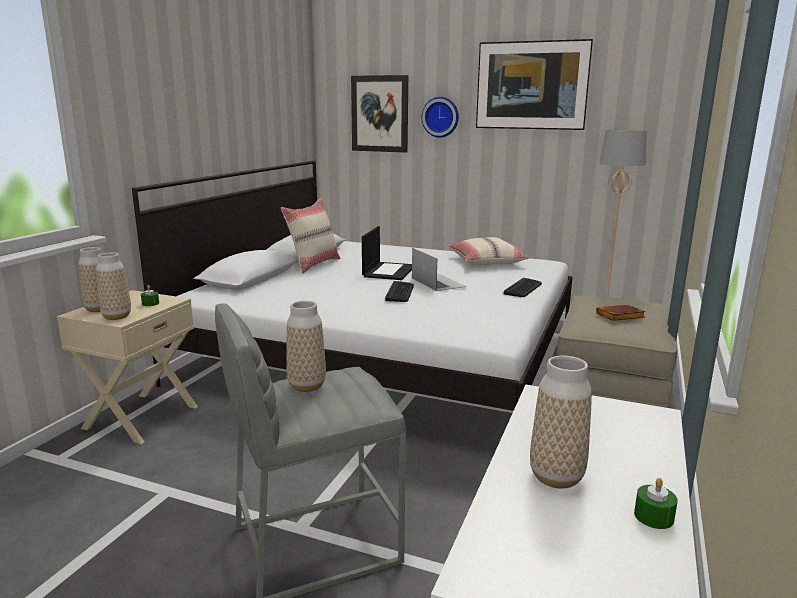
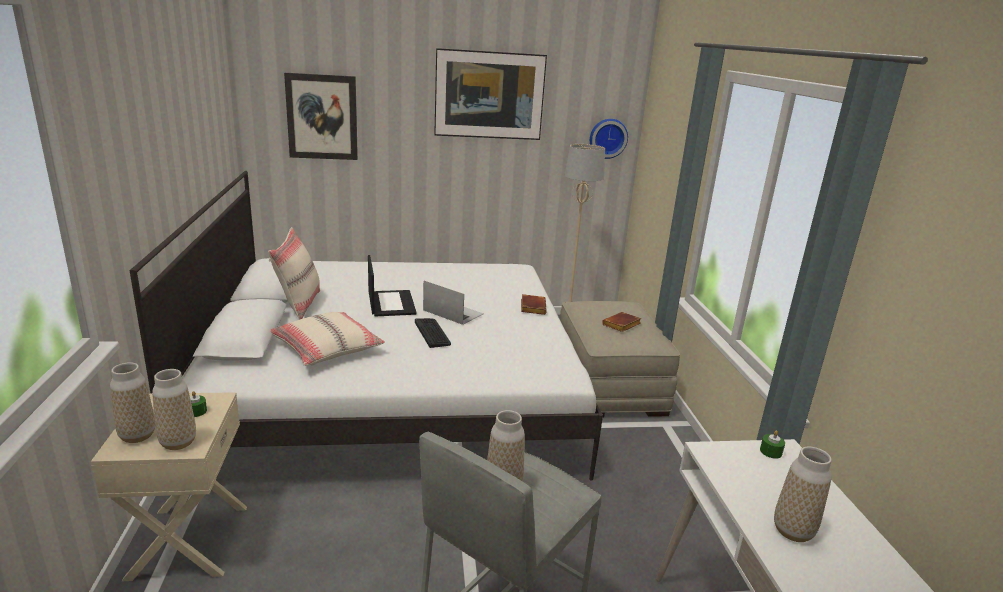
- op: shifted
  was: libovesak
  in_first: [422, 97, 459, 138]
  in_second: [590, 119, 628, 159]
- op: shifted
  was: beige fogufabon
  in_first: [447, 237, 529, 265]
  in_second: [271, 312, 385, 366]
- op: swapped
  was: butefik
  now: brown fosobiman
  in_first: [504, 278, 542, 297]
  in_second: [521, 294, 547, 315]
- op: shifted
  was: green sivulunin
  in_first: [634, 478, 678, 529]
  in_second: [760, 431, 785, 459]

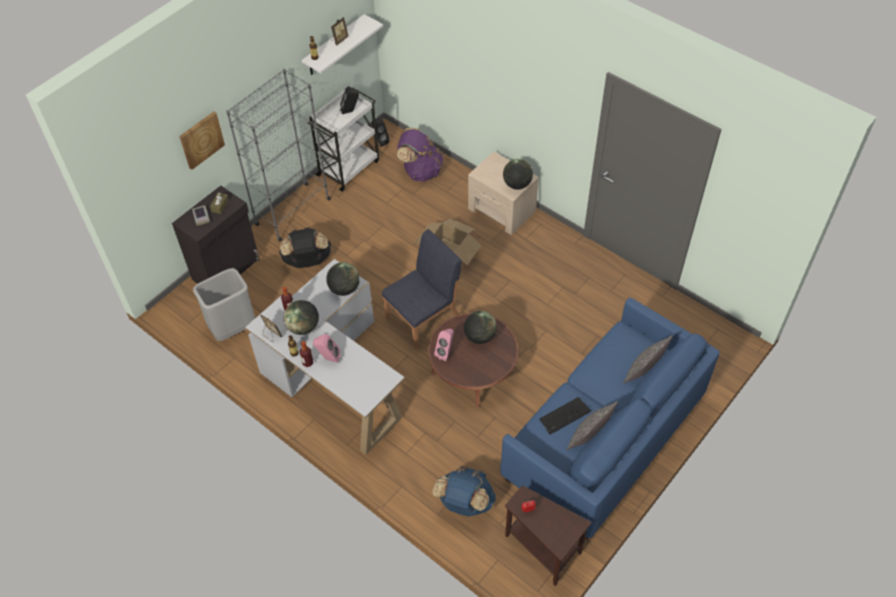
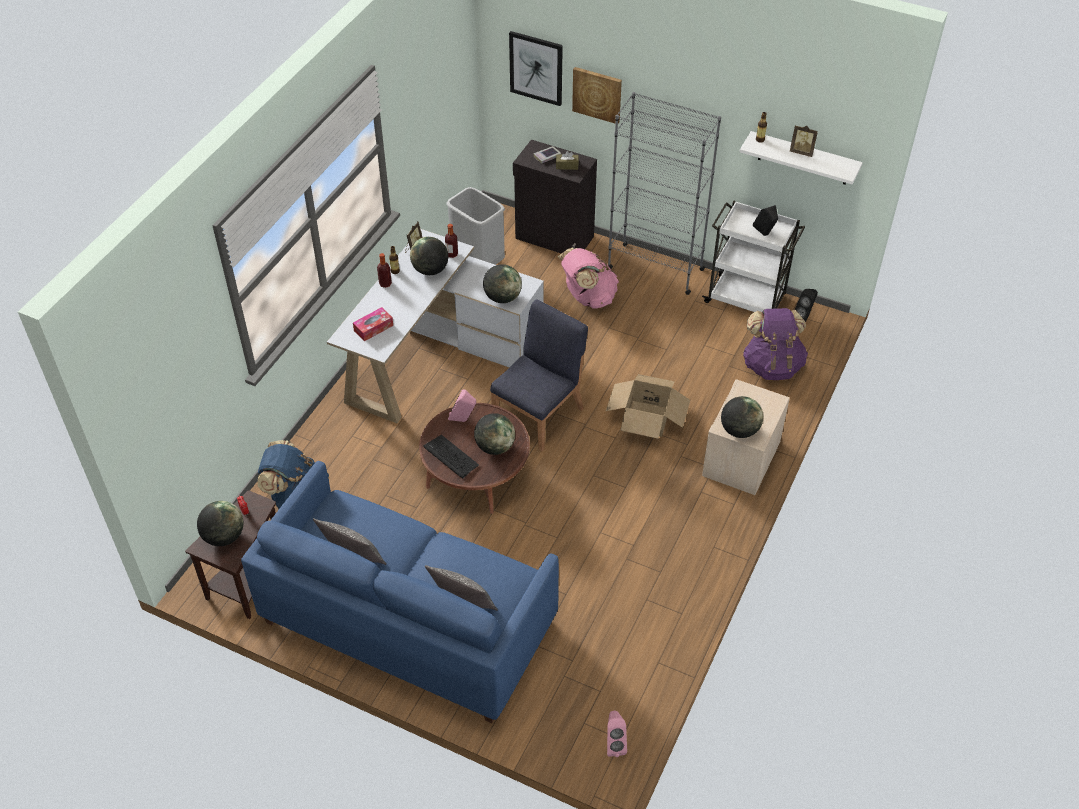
- op: repainted
  was: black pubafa
  now: pink pubafa
  in_first: [279, 227, 332, 268]
  in_second: [558, 248, 619, 309]
- op: rotated
  was: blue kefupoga
  in_first: [382, 229, 462, 350]
  in_second: [490, 299, 588, 451]
  clockwise: -90
- op: shifted
  was: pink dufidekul
  in_first: [313, 334, 341, 363]
  in_second: [607, 711, 627, 757]
- op: shifted
  was: butefik
  in_first: [539, 397, 591, 434]
  in_second: [423, 435, 479, 478]
- op: new
  now: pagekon
  in_second: [509, 31, 563, 106]
- op: new
  now: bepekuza
  in_second: [353, 307, 393, 341]
- op: new
  now: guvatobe
  in_second: [197, 501, 243, 546]

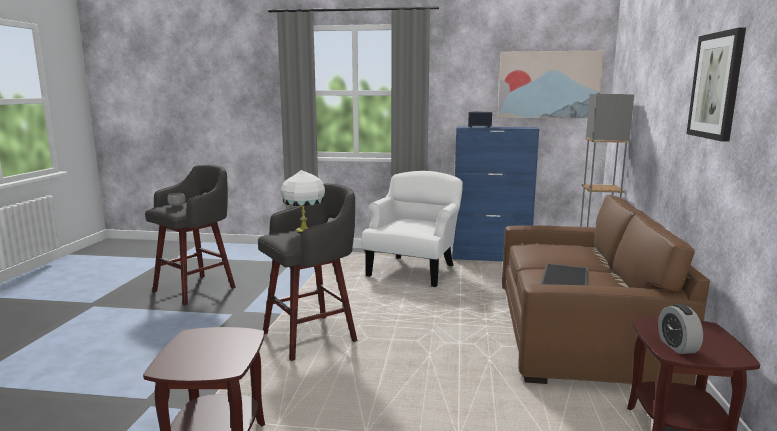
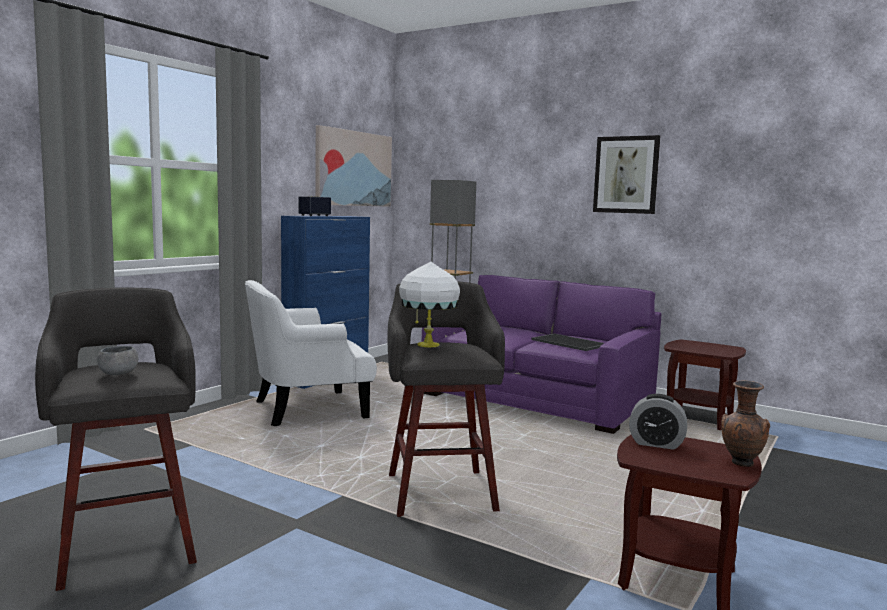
- op: rotated
  was: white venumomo
  in_first: [361, 171, 463, 287]
  in_second: [245, 280, 377, 426]
  clockwise: -75
- op: repainted
  was: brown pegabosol
  now: purple pegabosol
  in_first: [502, 195, 710, 386]
  in_second: [421, 275, 661, 434]
- op: shifted
  was: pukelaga
  in_first: [658, 304, 703, 354]
  in_second: [629, 394, 687, 450]
- op: new
  now: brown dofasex
  in_second: [721, 381, 770, 467]

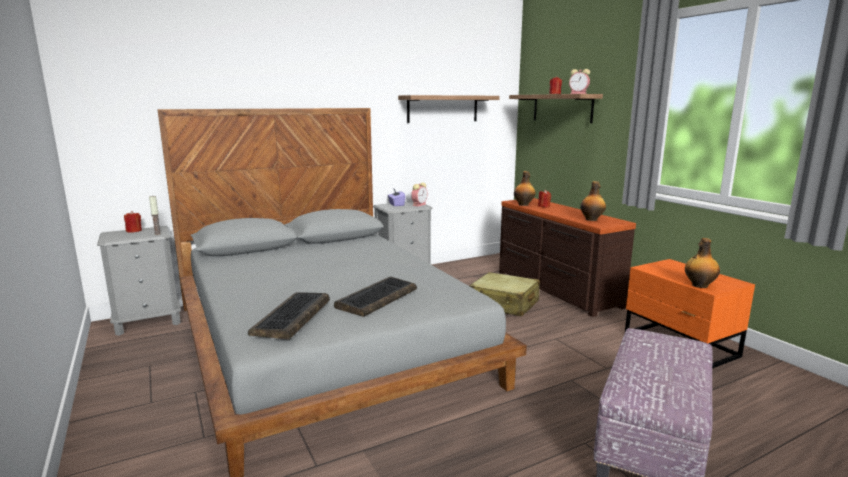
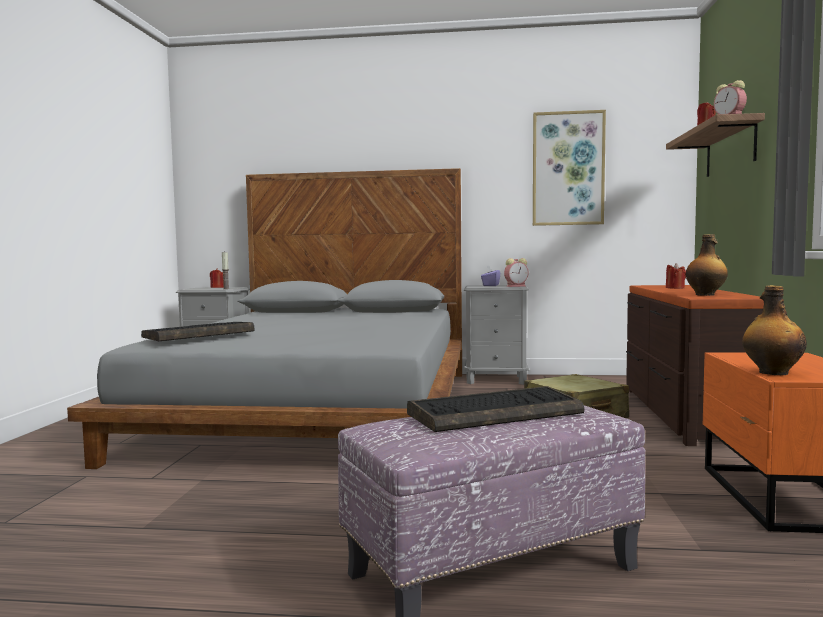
- op: swapped
  was: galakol
  now: pagekon
  in_first: [398, 95, 500, 123]
  in_second: [533, 110, 606, 226]
- op: gone
  was: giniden
  in_first: [514, 171, 536, 206]
- op: shifted
  was: butefik
  in_first: [334, 277, 417, 317]
  in_second: [407, 386, 584, 432]

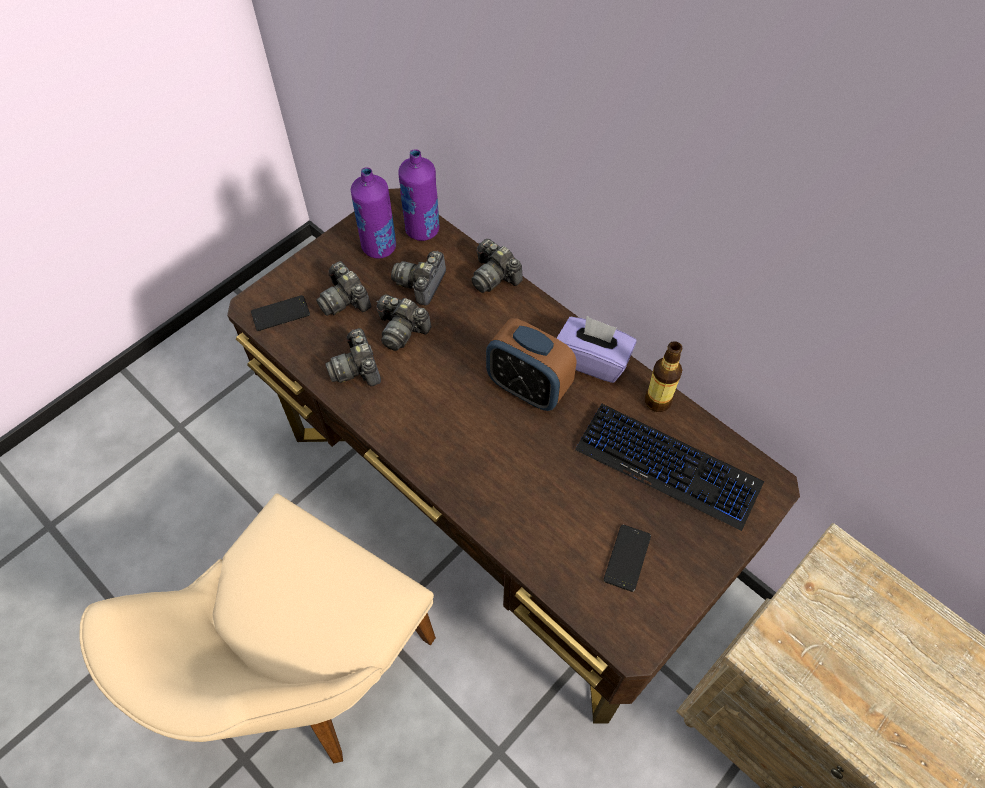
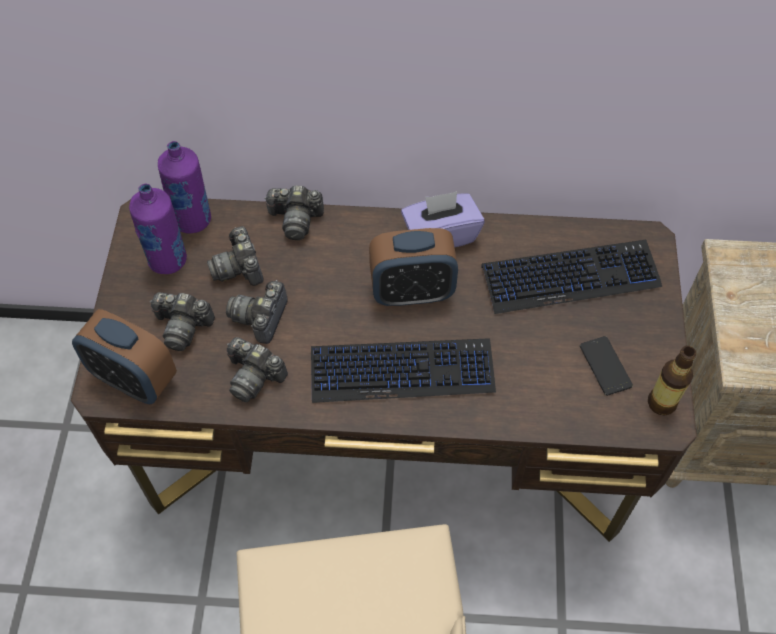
- op: rotated
  was: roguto
  in_first: [376, 294, 431, 351]
  in_second: [226, 280, 288, 344]
  clockwise: 120
- op: swapped
  was: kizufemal
  now: pukelaga
  in_first: [251, 295, 310, 331]
  in_second: [72, 309, 177, 404]
- op: shifted
  was: giniden
  in_first: [645, 341, 682, 412]
  in_second: [648, 346, 696, 416]
- op: new
  now: butefik
  in_second: [311, 338, 496, 403]

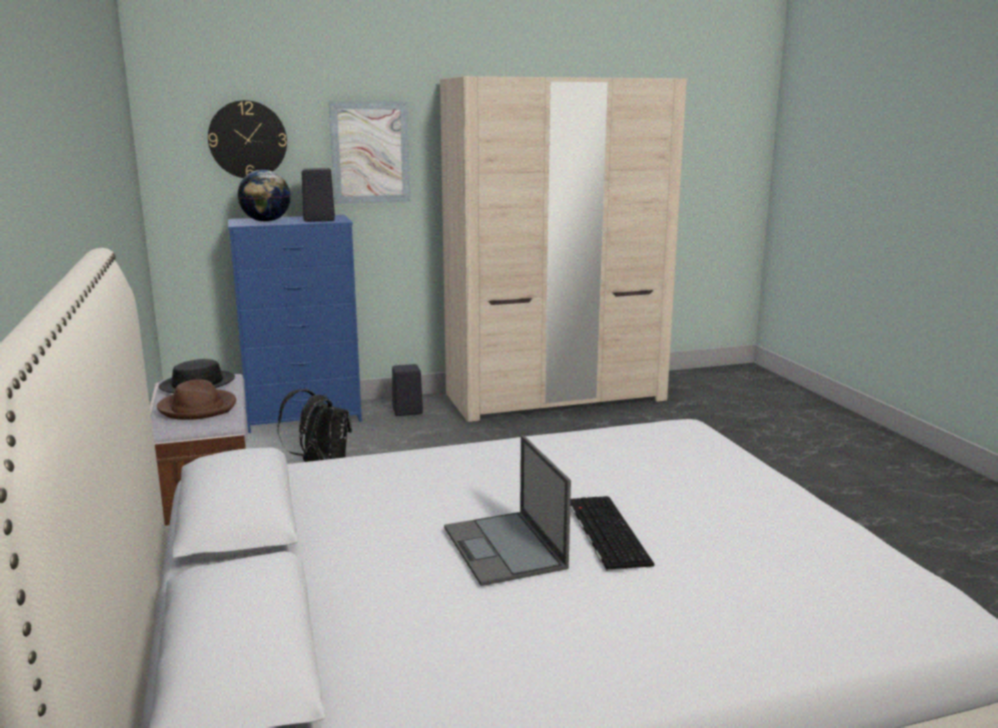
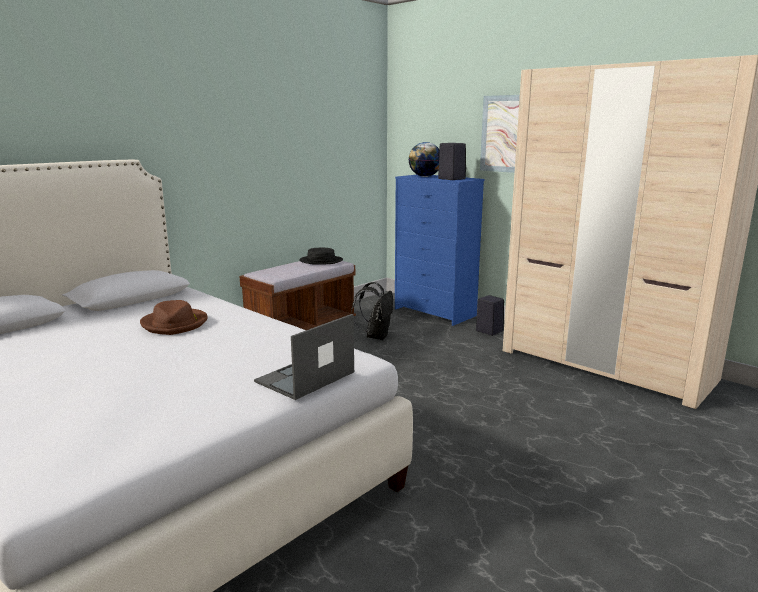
- op: gone
  was: libovesak
  in_first: [208, 100, 287, 178]
- op: shifted
  was: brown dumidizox
  in_first: [157, 379, 236, 420]
  in_second: [140, 300, 208, 335]
- op: shifted
  was: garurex
  in_first: [444, 435, 571, 586]
  in_second: [254, 314, 354, 400]
- op: gone
  was: butefik
  in_first: [570, 496, 654, 571]

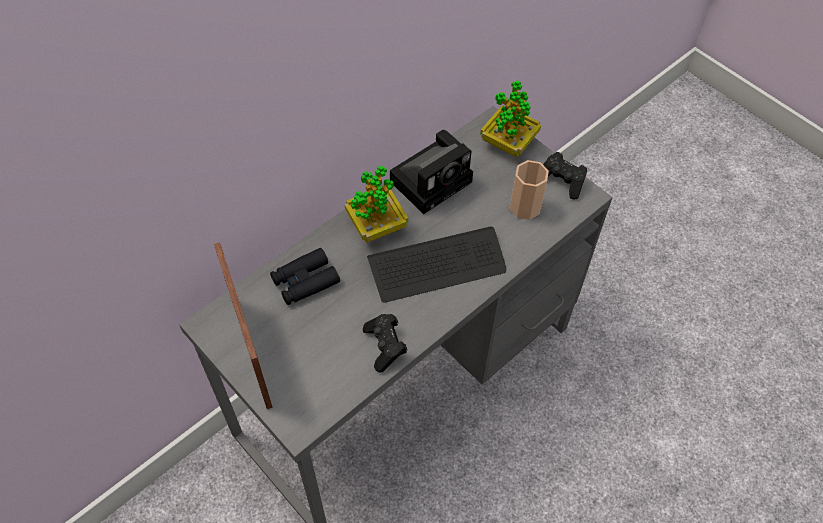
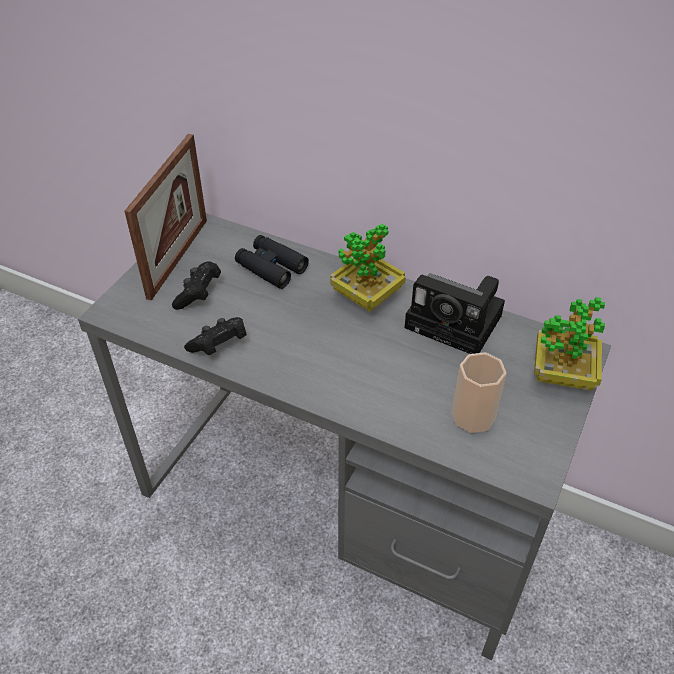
- op: shifted
  was: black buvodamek
  in_first: [543, 152, 587, 200]
  in_second: [172, 261, 221, 310]
- op: gone
  was: butefik
  in_first: [367, 227, 507, 303]
- op: rotated
  was: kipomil
  in_first: [214, 242, 273, 409]
  in_second: [124, 134, 207, 300]
  clockwise: 150

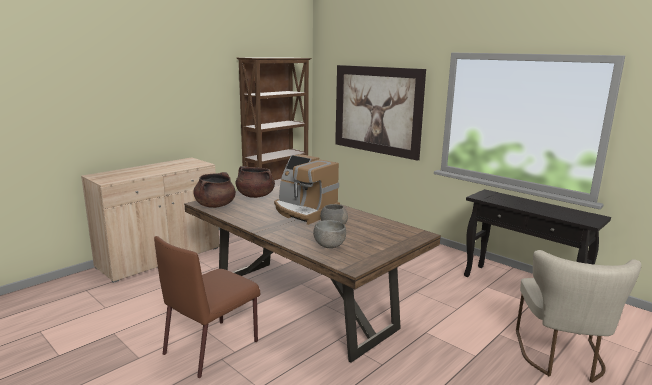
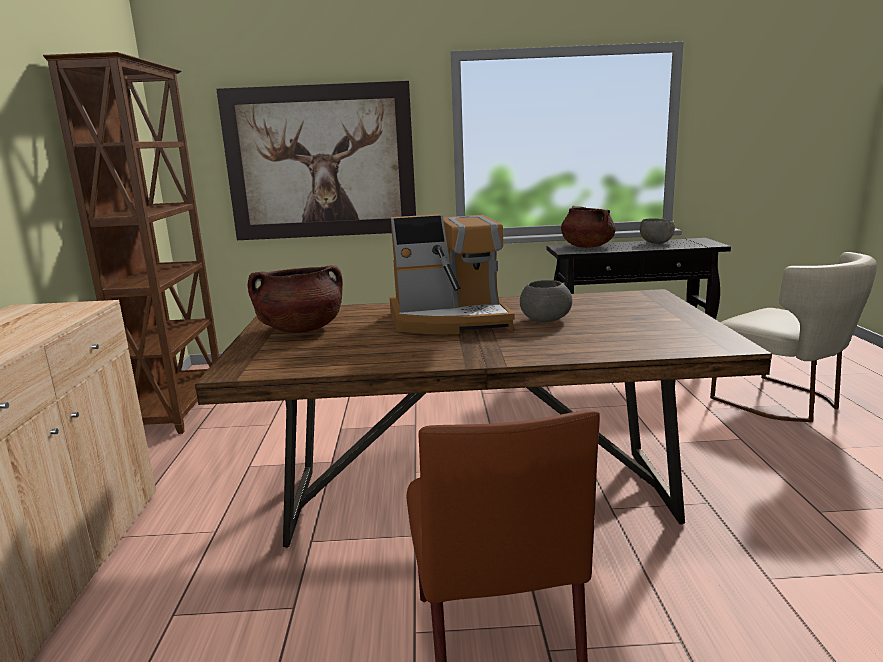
- op: shifted
  was: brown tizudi
  in_first: [193, 172, 236, 208]
  in_second: [561, 206, 616, 248]
- op: shifted
  was: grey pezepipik
  in_first: [313, 220, 346, 248]
  in_second: [640, 218, 675, 244]

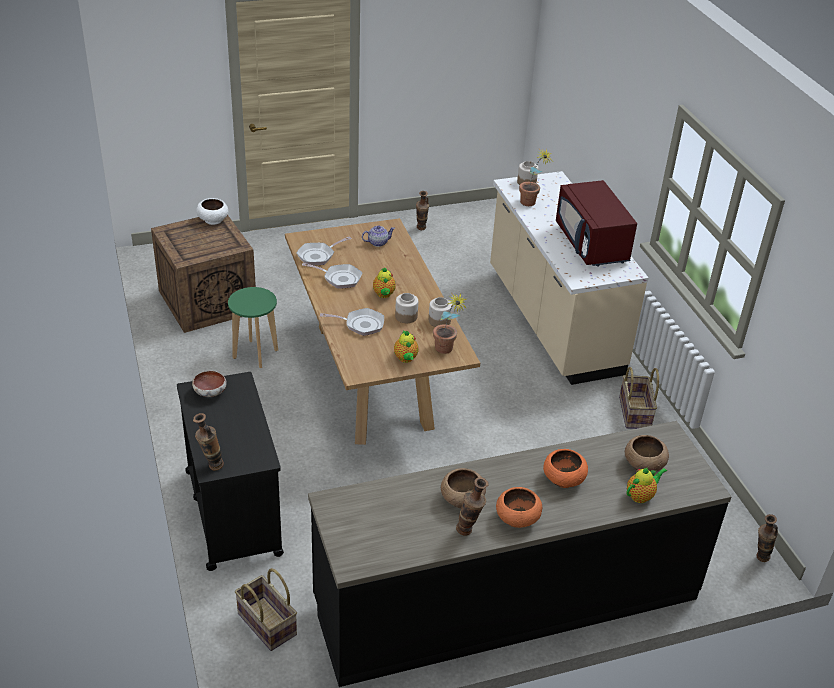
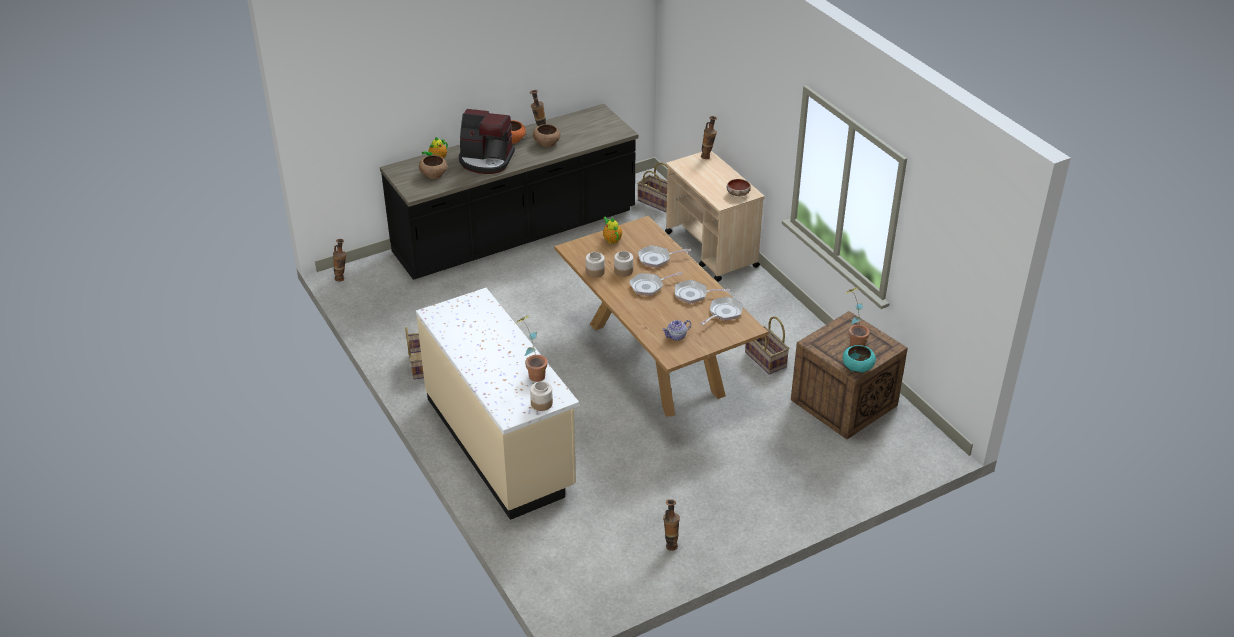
- op: gone
  was: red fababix
  in_first: [556, 180, 637, 267]
- op: repainted
  was: white pezepipik
  now: turquoise pezepipik
  in_first: [196, 198, 228, 225]
  in_second: [843, 345, 876, 373]
- op: swapped
  was: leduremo
  now: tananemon
  in_first: [373, 268, 396, 298]
  in_second: [629, 272, 683, 296]
- op: swapped
  was: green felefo
  now: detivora
  in_first: [228, 287, 278, 368]
  in_second: [745, 316, 789, 375]
- op: shifted
  was: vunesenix
  in_first: [433, 293, 468, 354]
  in_second: [844, 287, 870, 346]
- op: repainted
  was: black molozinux
  now: beige molozinux
  in_first: [177, 372, 284, 571]
  in_second: [665, 151, 764, 282]
- op: swapped
  was: orange pezepipik
  now: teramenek
  in_first: [543, 449, 588, 488]
  in_second: [459, 109, 515, 174]

